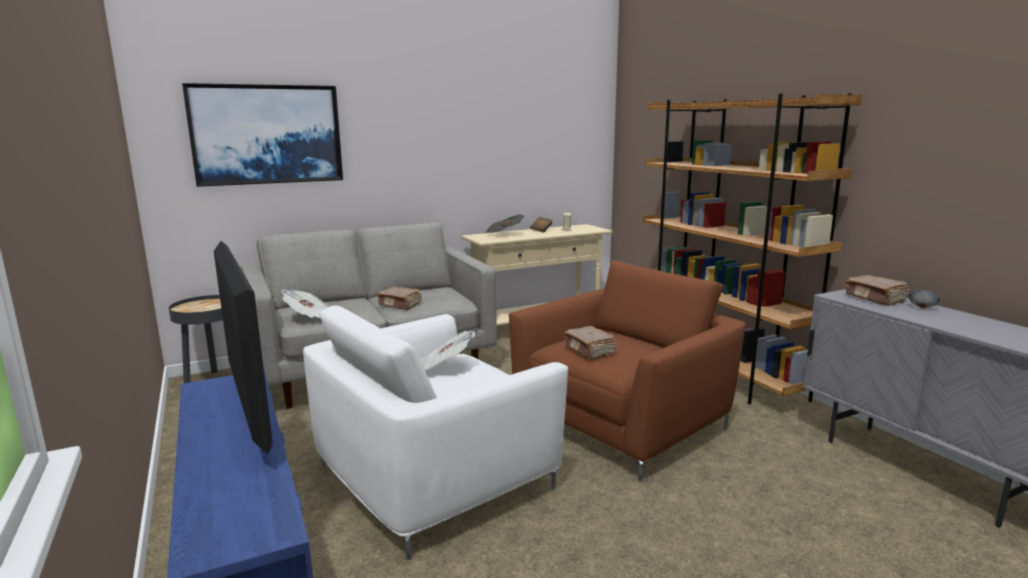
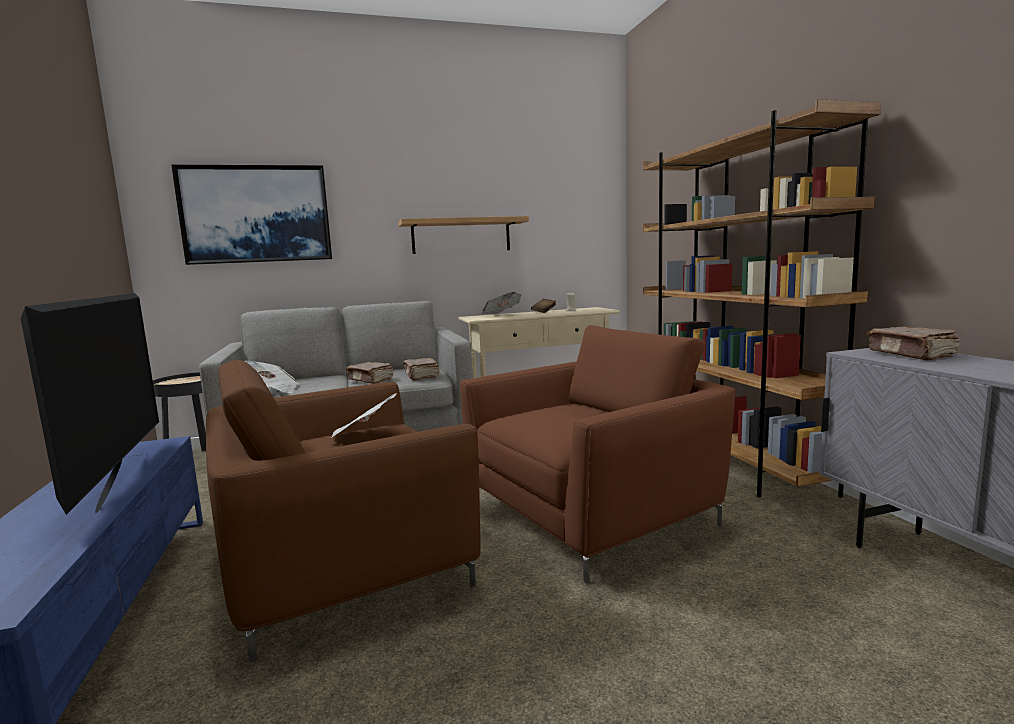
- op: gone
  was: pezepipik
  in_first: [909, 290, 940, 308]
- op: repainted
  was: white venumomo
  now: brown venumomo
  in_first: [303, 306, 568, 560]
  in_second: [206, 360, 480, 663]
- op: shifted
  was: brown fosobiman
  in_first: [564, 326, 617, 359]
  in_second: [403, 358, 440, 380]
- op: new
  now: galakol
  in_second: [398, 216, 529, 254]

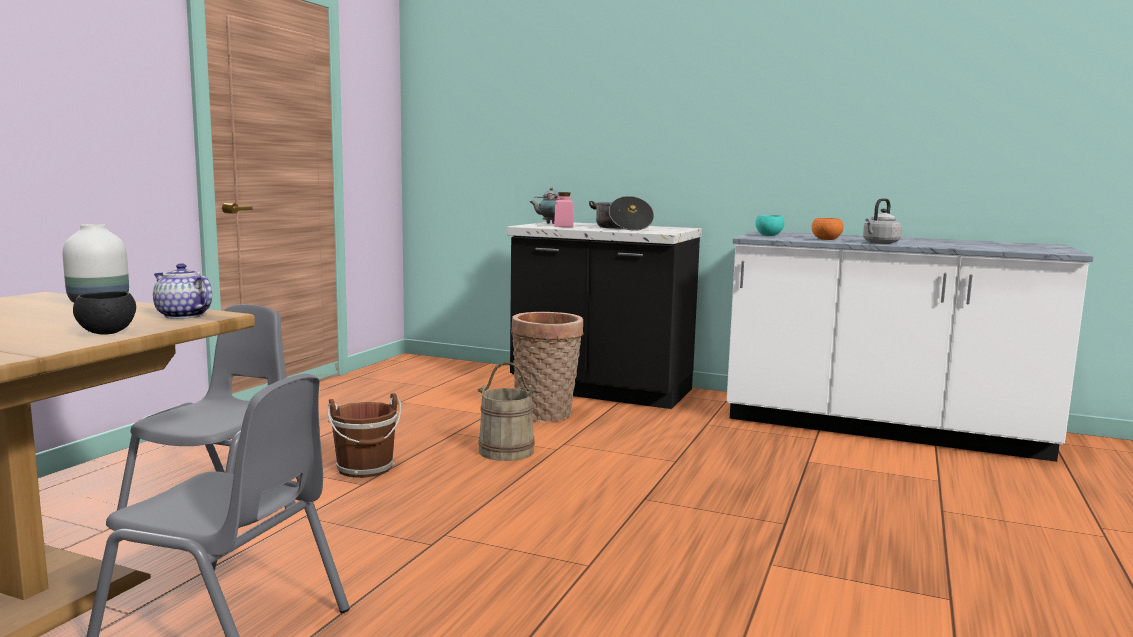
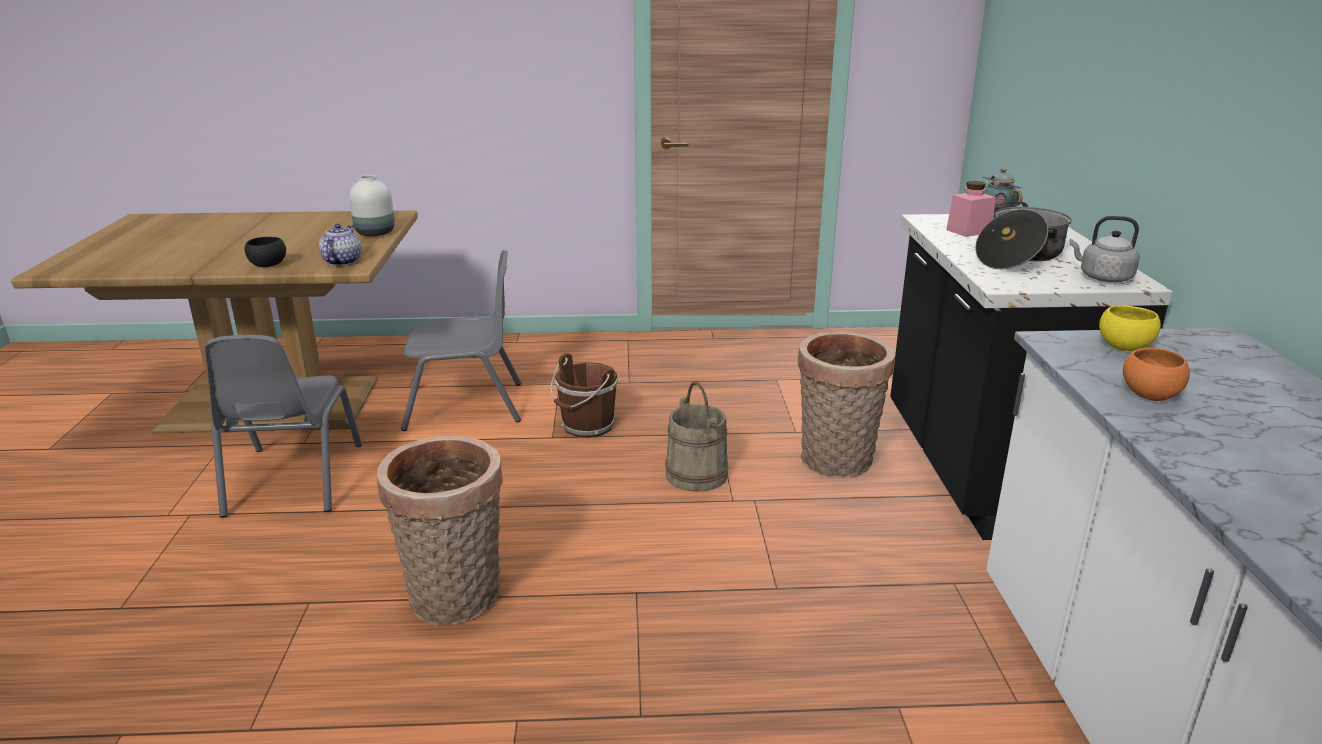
- op: shifted
  was: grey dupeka
  in_first: [863, 198, 902, 244]
  in_second: [1069, 216, 1140, 282]
- op: repainted
  was: turquoise pezepipik
  now: yellow pezepipik
  in_first: [755, 215, 784, 236]
  in_second: [1099, 305, 1161, 351]
- op: new
  now: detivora
  in_second: [377, 435, 503, 624]

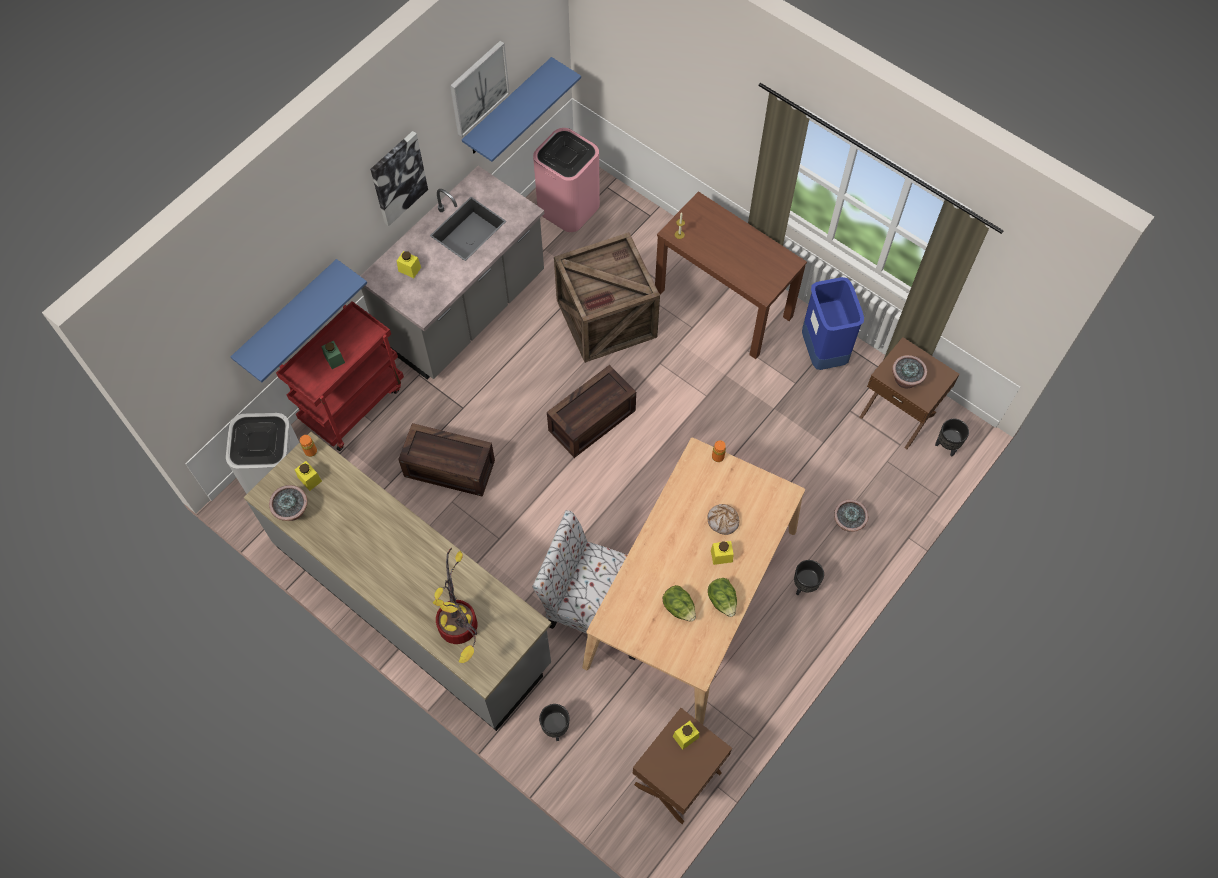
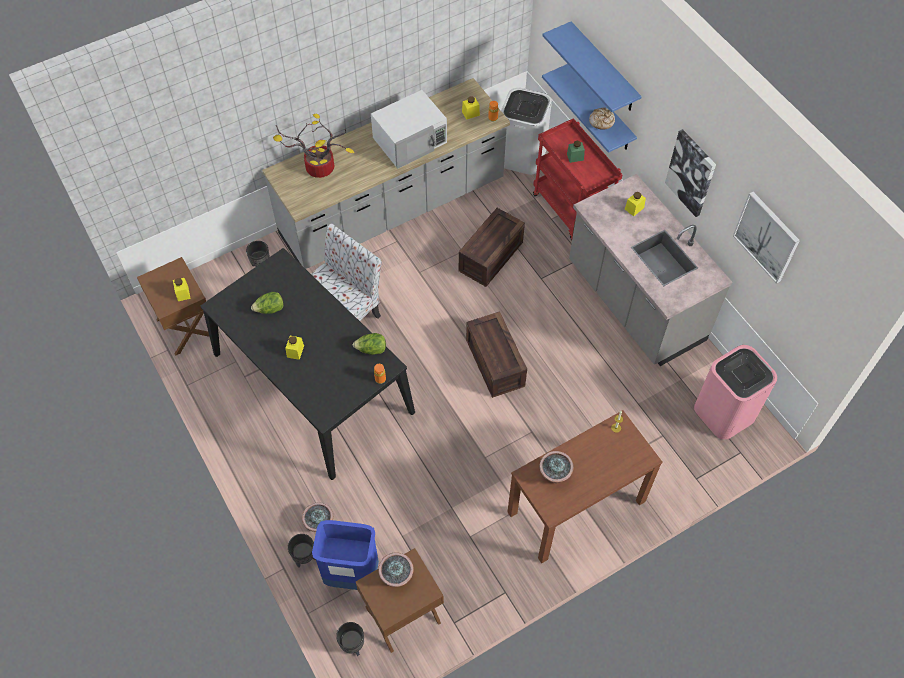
- op: shifted
  was: blue galakol
  in_first: [462, 57, 581, 162]
  in_second: [542, 22, 642, 112]
- op: gone
  was: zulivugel
  in_first: [554, 232, 660, 363]
- op: shifted
  was: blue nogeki
  in_first: [802, 277, 864, 370]
  in_second: [312, 520, 379, 590]
- op: repainted
  was: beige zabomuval
  now: black zabomuval
  in_first: [582, 437, 805, 725]
  in_second: [201, 248, 415, 480]
- op: shifted
  was: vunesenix
  in_first: [269, 485, 308, 521]
  in_second: [539, 451, 574, 483]
- op: shifted
  was: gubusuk
  in_first: [707, 504, 739, 535]
  in_second: [589, 107, 615, 129]
- op: shifted
  was: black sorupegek
  in_first: [794, 560, 824, 595]
  in_second: [288, 534, 316, 567]
- op: shifted
  was: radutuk
  in_first: [708, 578, 737, 617]
  in_second: [353, 333, 386, 355]
- op: new
  now: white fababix
  in_second: [371, 90, 447, 169]

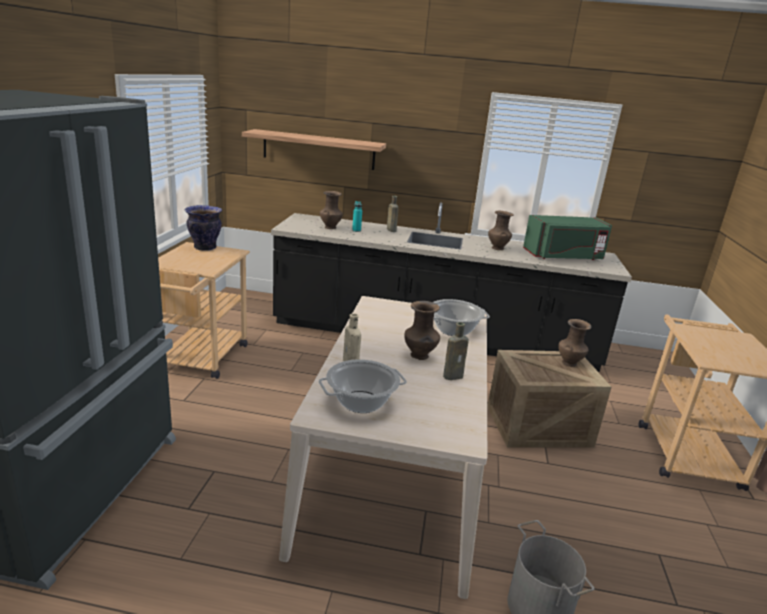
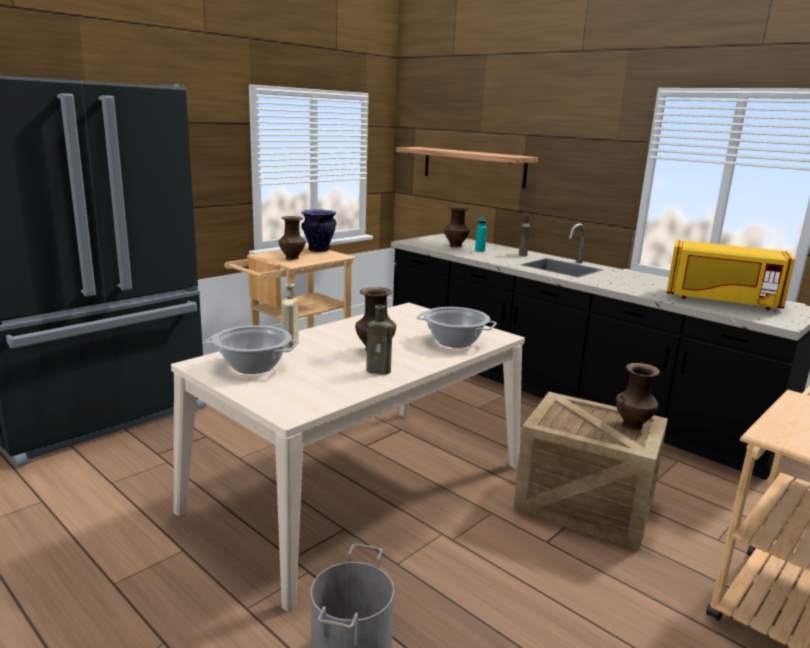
- op: shifted
  was: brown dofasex
  in_first: [488, 211, 514, 250]
  in_second: [279, 216, 306, 260]
- op: repainted
  was: green fababix
  now: yellow fababix
  in_first: [523, 215, 612, 260]
  in_second: [667, 240, 795, 310]

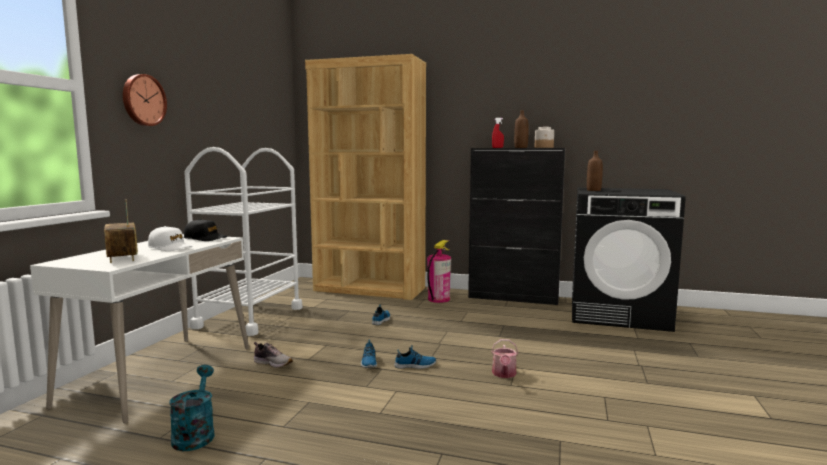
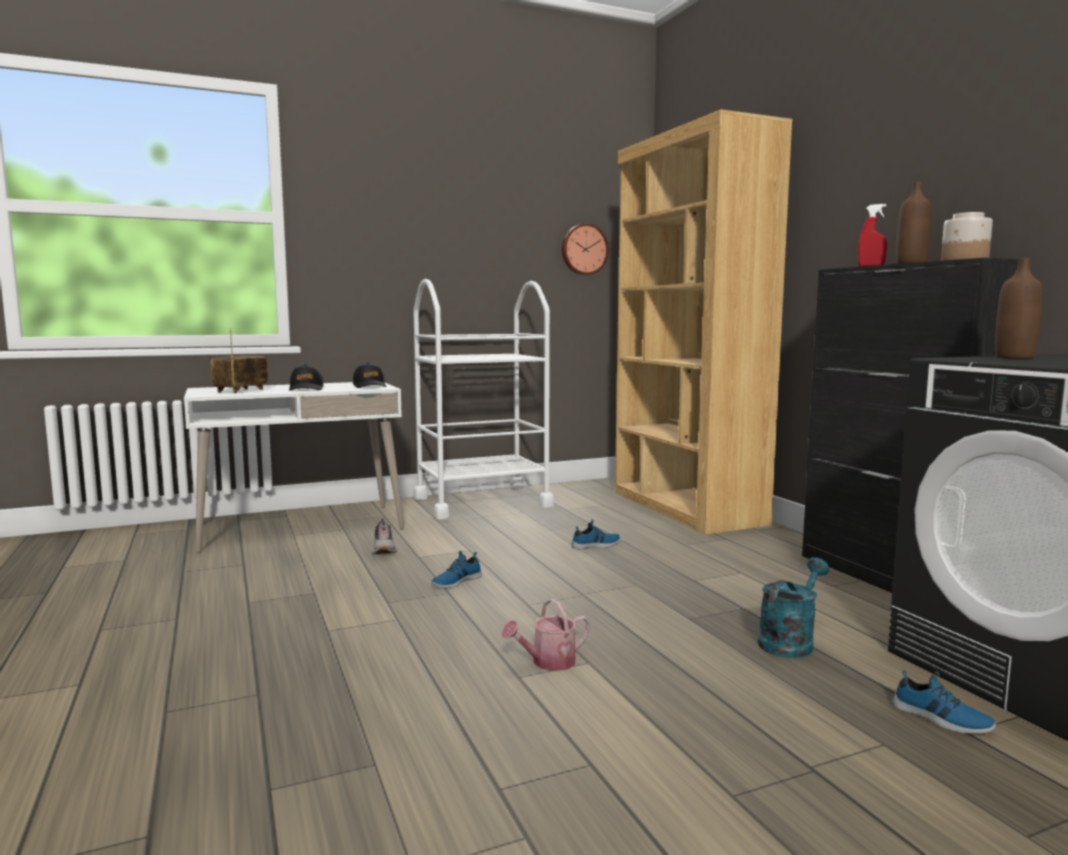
- op: shifted
  was: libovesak
  in_first: [123, 74, 167, 126]
  in_second: [562, 224, 609, 275]
- op: repainted
  was: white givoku
  now: black givoku
  in_first: [148, 226, 193, 251]
  in_second: [289, 364, 324, 391]
- op: gone
  was: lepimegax
  in_first: [427, 240, 451, 303]
- op: shifted
  was: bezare
  in_first: [394, 345, 436, 369]
  in_second: [893, 670, 996, 734]
- op: shifted
  was: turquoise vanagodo
  in_first: [169, 365, 215, 451]
  in_second: [758, 557, 830, 658]

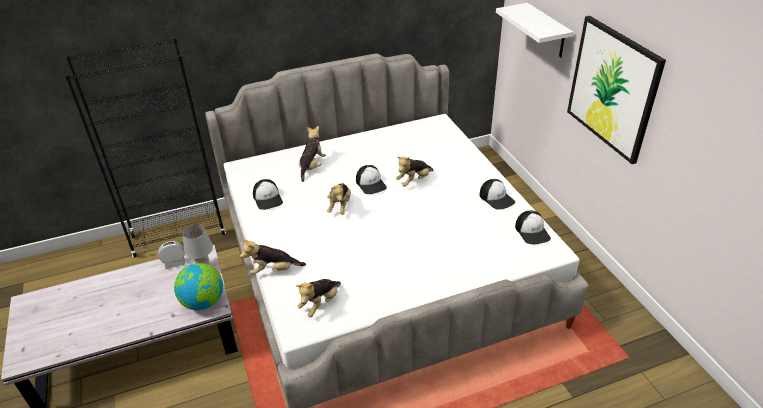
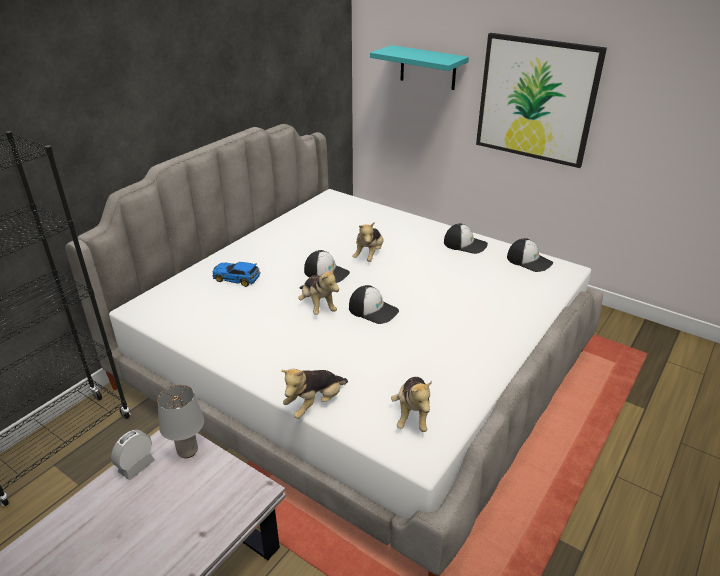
- op: repainted
  was: white galakol
  now: turquoise galakol
  in_first: [496, 3, 573, 57]
  in_second: [370, 45, 469, 90]
- op: swapped
  was: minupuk
  now: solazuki
  in_first: [299, 126, 326, 182]
  in_second: [213, 262, 261, 287]
- op: shifted
  was: givoku
  in_first: [253, 179, 283, 210]
  in_second: [349, 285, 399, 324]
- op: gone
  was: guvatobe
  in_first: [174, 263, 223, 310]

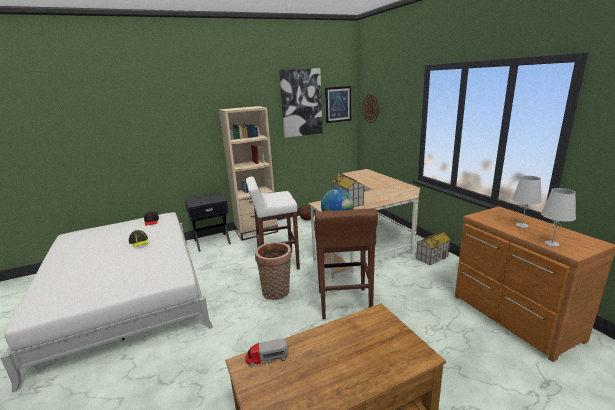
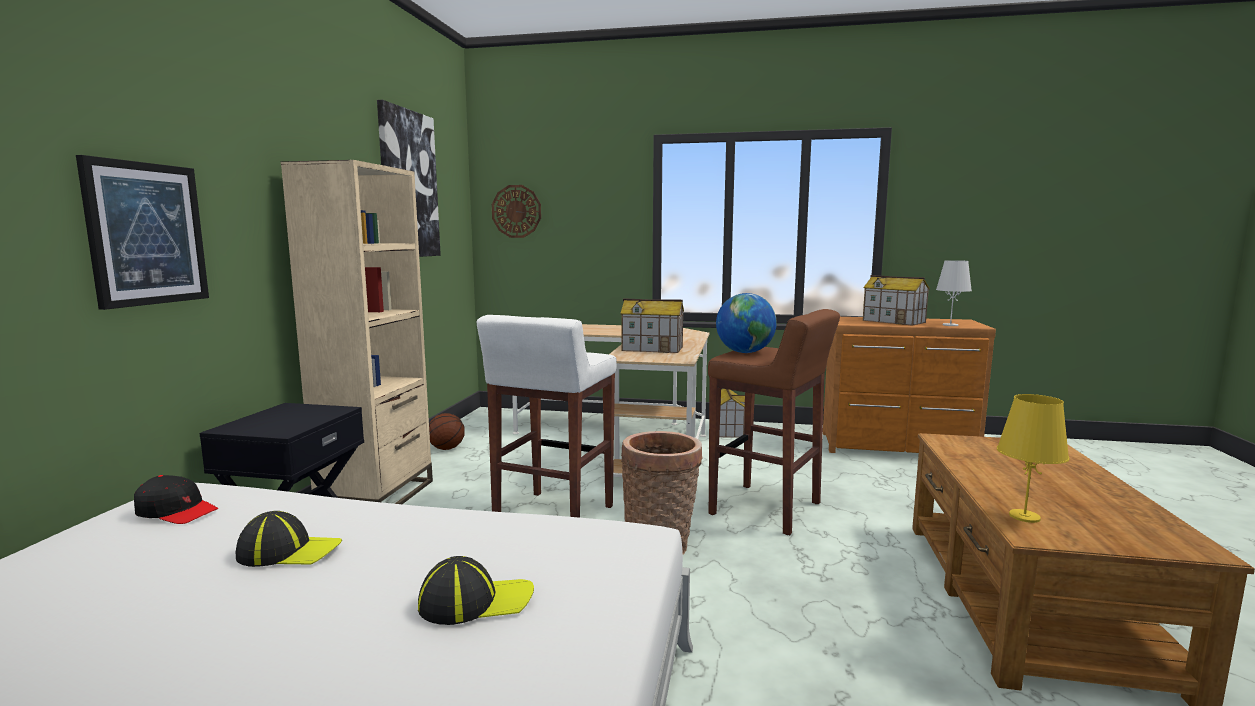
- op: shifted
  was: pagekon
  in_first: [325, 86, 351, 123]
  in_second: [76, 155, 209, 310]
- op: swapped
  was: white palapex
  now: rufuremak
  in_first: [512, 176, 542, 228]
  in_second: [863, 275, 930, 326]
- op: swapped
  was: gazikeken
  now: yellow palapex
  in_first: [245, 339, 289, 367]
  in_second: [997, 394, 1069, 523]
- op: new
  now: givoku
  in_second: [418, 556, 534, 625]

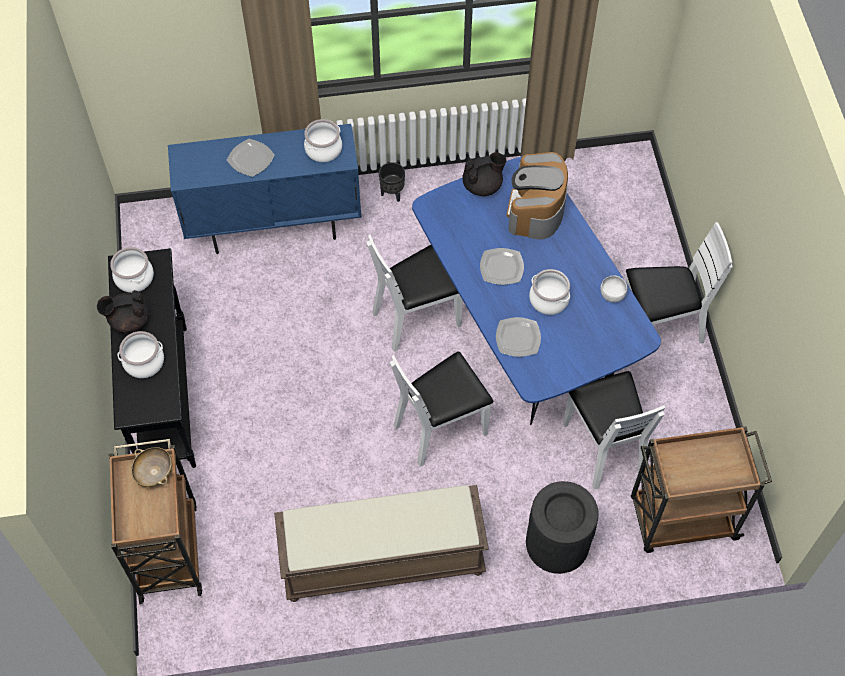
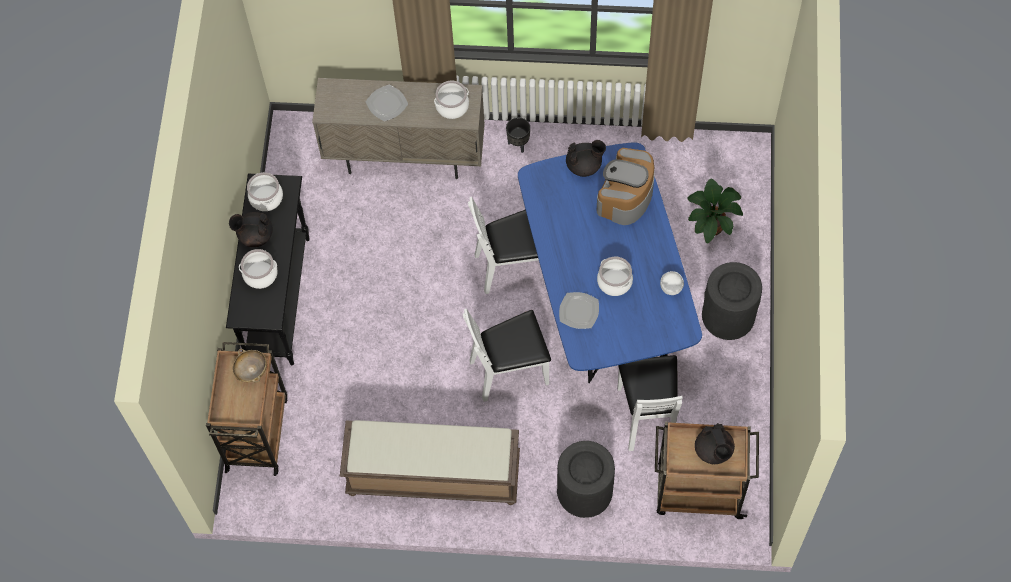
- op: repainted
  was: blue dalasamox
  now: beige dalasamox
  in_first: [168, 124, 362, 254]
  in_second: [312, 78, 485, 179]
- op: swapped
  was: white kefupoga
  now: black nogeki
  in_first: [625, 222, 733, 343]
  in_second: [702, 262, 762, 340]
- op: gone
  was: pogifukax
  in_first: [480, 248, 524, 285]
- op: new
  now: vunesenix
  in_second: [687, 179, 743, 243]
- op: new
  now: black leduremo
  in_second: [695, 423, 735, 464]

